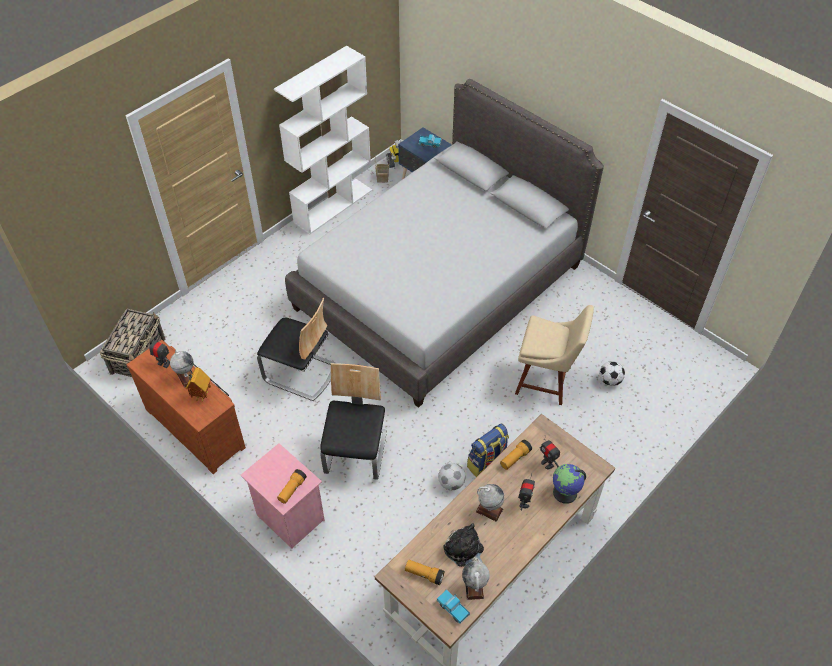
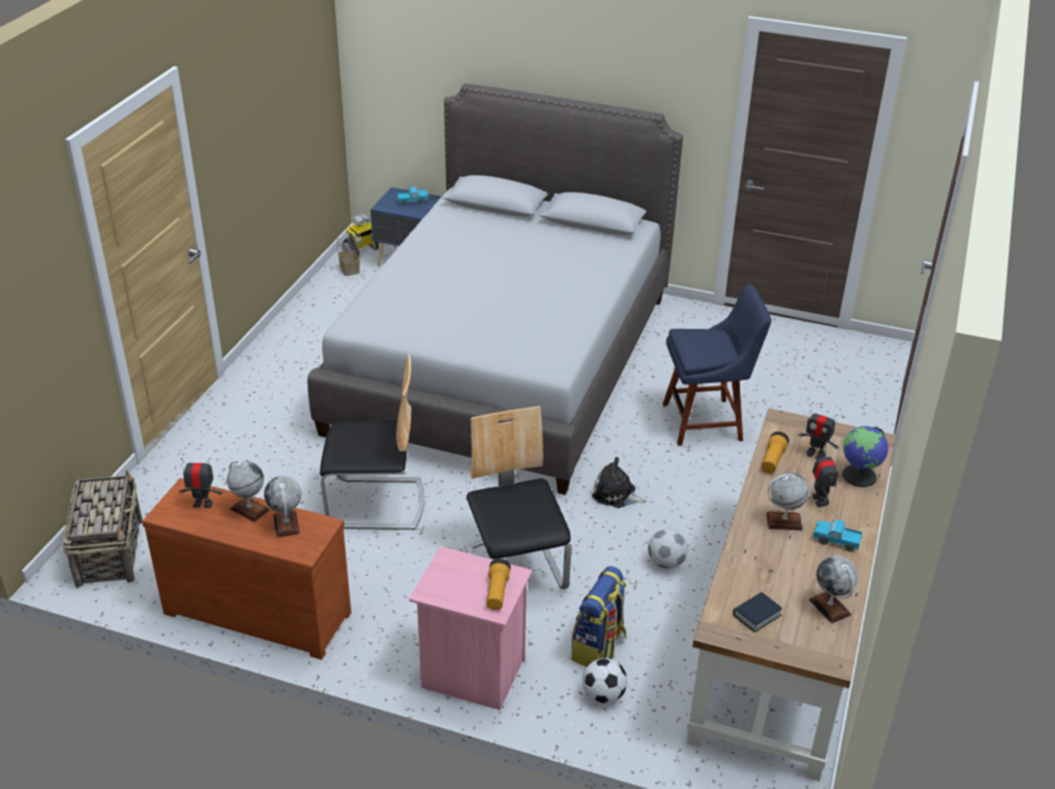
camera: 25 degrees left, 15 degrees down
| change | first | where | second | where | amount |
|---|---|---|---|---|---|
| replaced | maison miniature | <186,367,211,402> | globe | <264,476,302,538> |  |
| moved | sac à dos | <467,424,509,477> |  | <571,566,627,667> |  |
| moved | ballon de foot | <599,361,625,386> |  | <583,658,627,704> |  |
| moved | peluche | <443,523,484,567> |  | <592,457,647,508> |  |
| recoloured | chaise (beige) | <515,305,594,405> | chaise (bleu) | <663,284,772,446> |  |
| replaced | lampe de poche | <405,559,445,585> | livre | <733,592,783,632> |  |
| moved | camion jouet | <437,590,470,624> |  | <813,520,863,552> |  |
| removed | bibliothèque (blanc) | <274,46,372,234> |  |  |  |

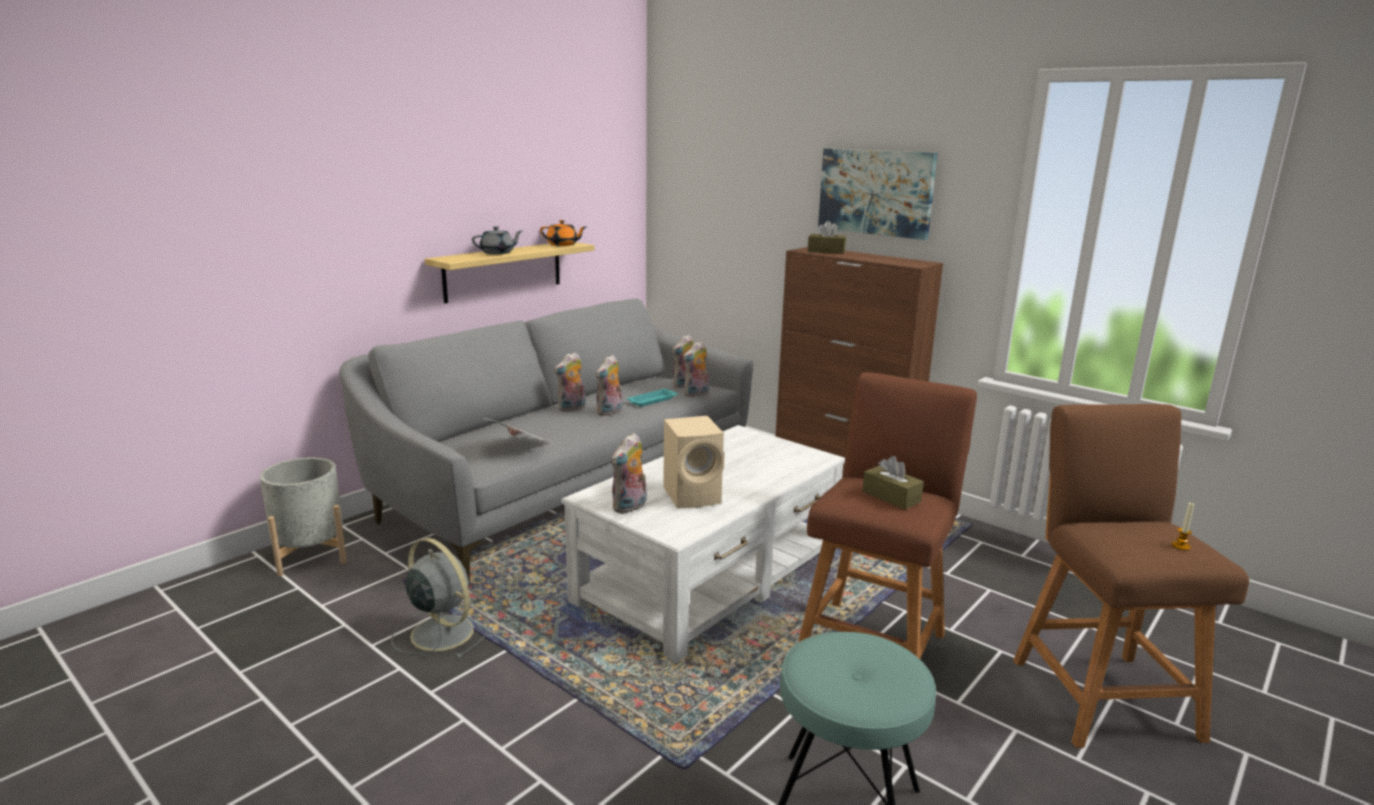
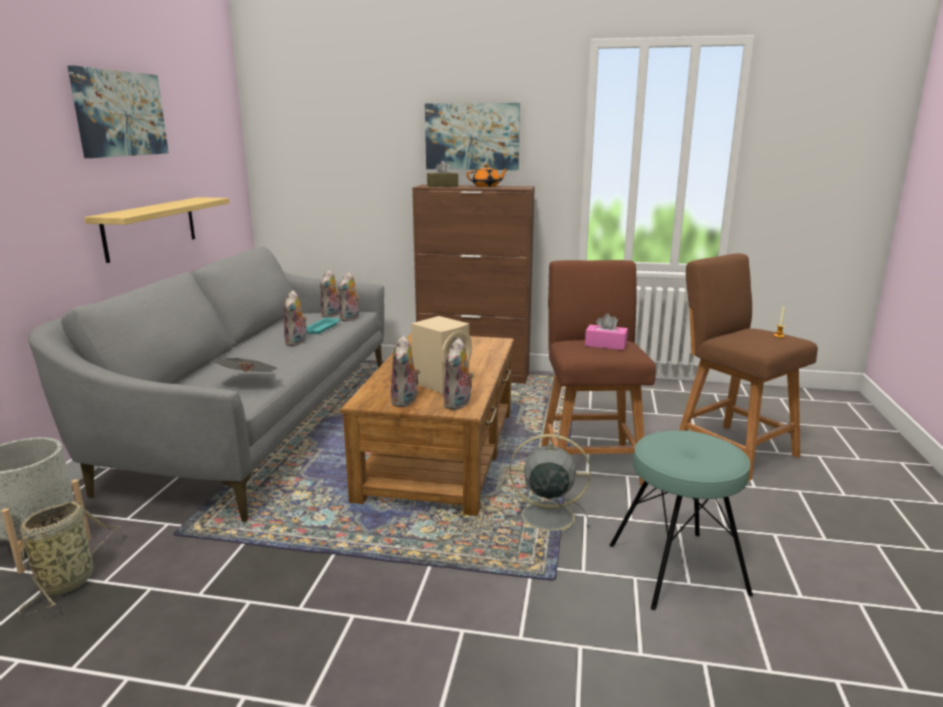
camera: 30 degrees left, 0 degrees up
| change | first | where | second | where | amount |
|---|---|---|---|---|---|
| added |  |  | panier | <18,501,121,614> |  |
| added |  |  | tableau | <68,66,169,158> |  |
| recoloured | table basse (blanc) | <561,425,845,662> | table basse (marron) | <340,334,514,516> |  |
| moved | peluche | <554,352,585,412> |  | <443,338,474,410> |  |
| moved | théière (orange) | <540,220,586,246> |  | <466,164,507,187> |  |
| moved | ventilateur (gris) | <391,538,488,659> |  | <508,434,591,538> |  |
| recoloured | boîte à mouchoirs (marron) | <862,456,924,510> | boîte à mouchoirs (rose) | <585,314,628,350> |  |
| removed | théière (gris) | <472,226,522,254> |  |  |  |

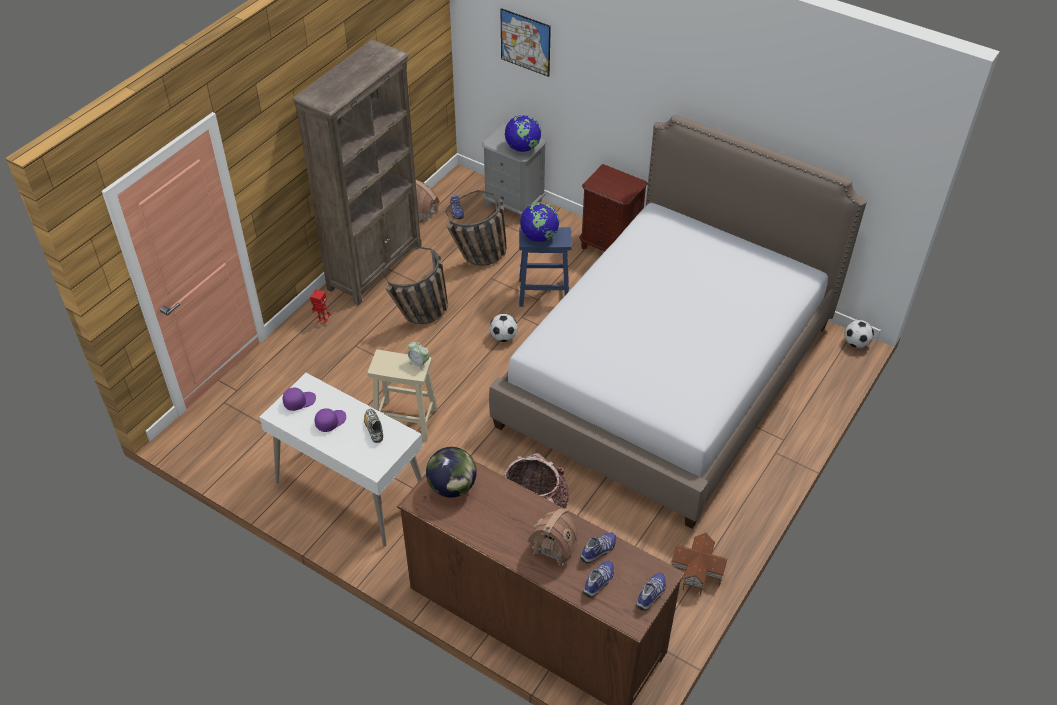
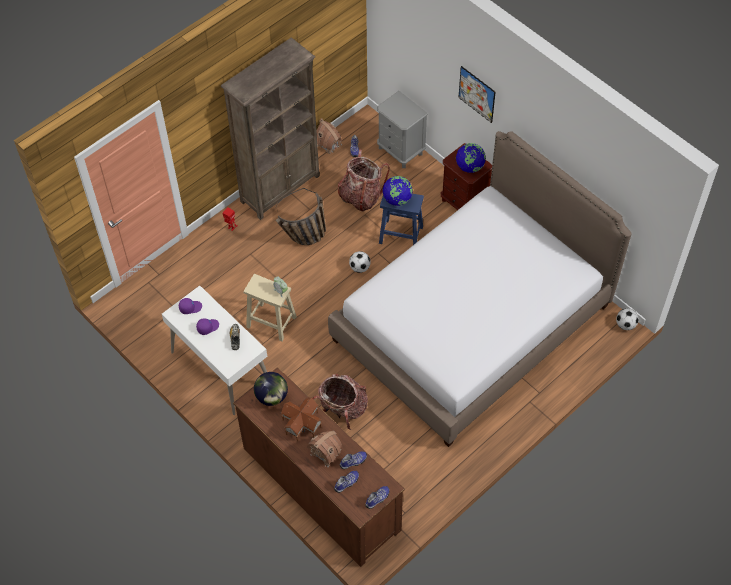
camera: 15 degrees right, 10 degrees up
| change | first | where | second | where | amount |
|---|---|---|---|---|---|
| moved | maison miniature | <671,533,728,595> |  | <281,397,322,441> |  |
| replaced | panier | <446,190,507,266> | sac à dos | <338,149,390,211> |  |
| moved | globe | <505,115,541,152> |  | <456,143,486,173> |  |
| moved | tableau | <501,8,551,77> |  | <458,66,496,123> |  |

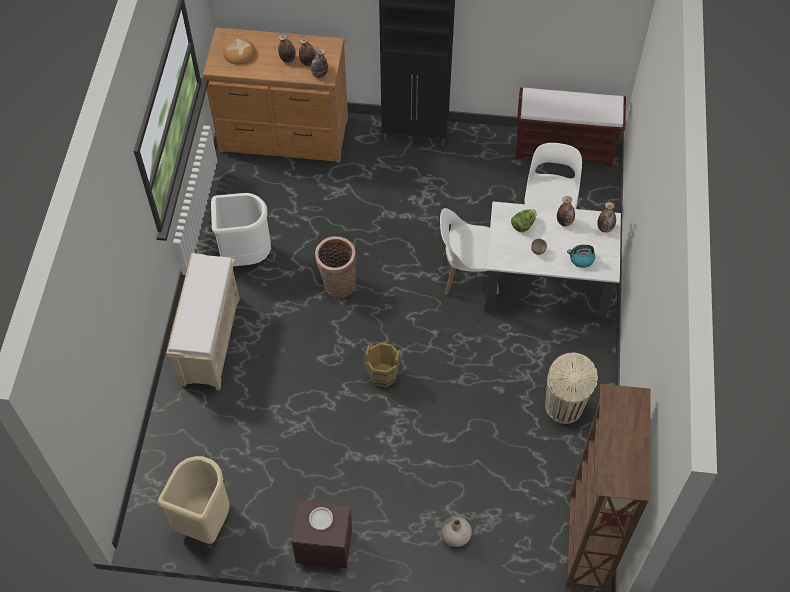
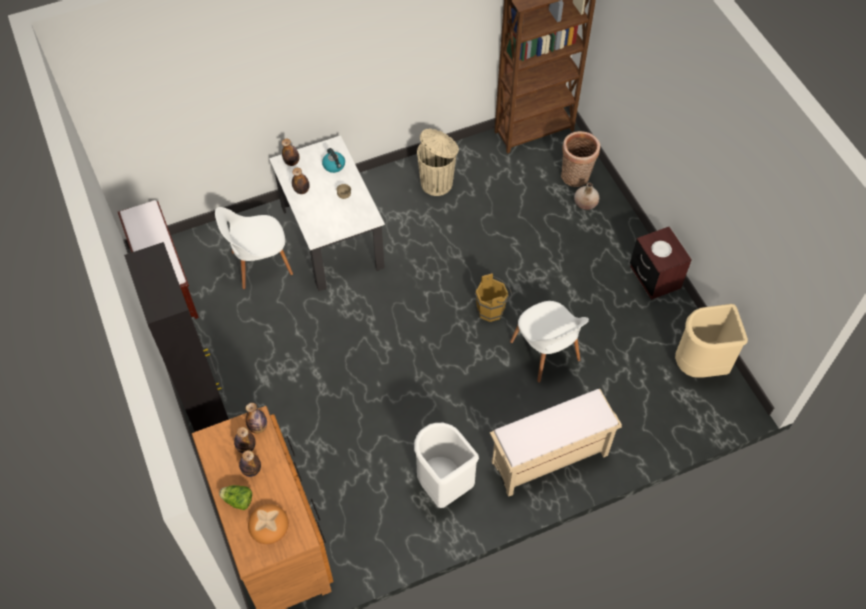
camera: 120 degrees left, 0 degrees up
| change | first | where | second | where | amount |
|---|---|---|---|---|---|
| moved | laitue | <511,209,537,232> |  | <219,485,252,510> |  |
| moved | chaise (blanc) | <440,208,499,295> |  | <510,301,589,383> |  |
| moved | panier | <315,236,356,298> |  | <561,131,600,187> |  |

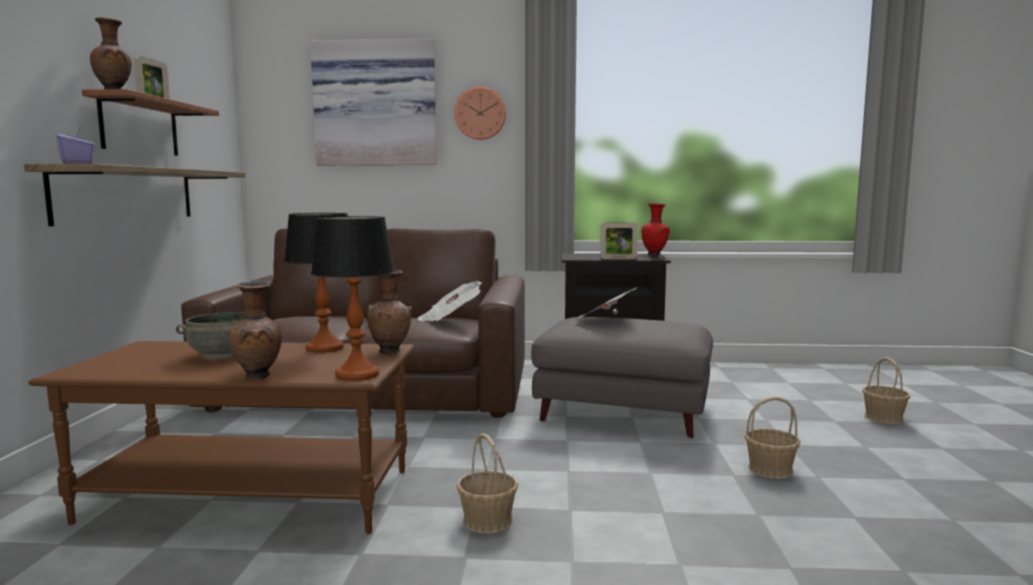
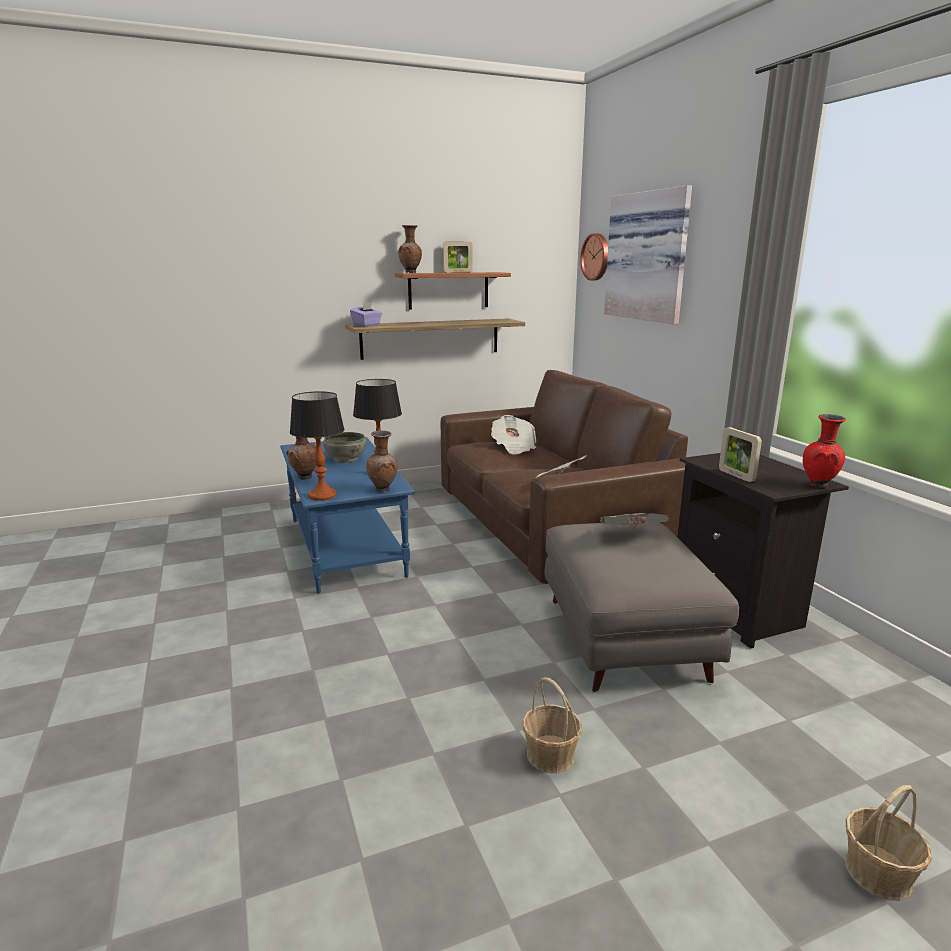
camera: 65 degrees right, 10 degrees up
| change | first | where | second | where | amount |
|---|---|---|---|---|---|
| recoloured | table basse (marron) | <29,341,415,534> | table basse (bleu) | <280,437,415,593> |  |
| added |  |  | journal | <491,415,536,455> |  |
| moved | horloge murale | <455,87,506,140> |  | <580,233,608,281> |  |
| removed | panier | <457,433,518,534> |  |  |  |

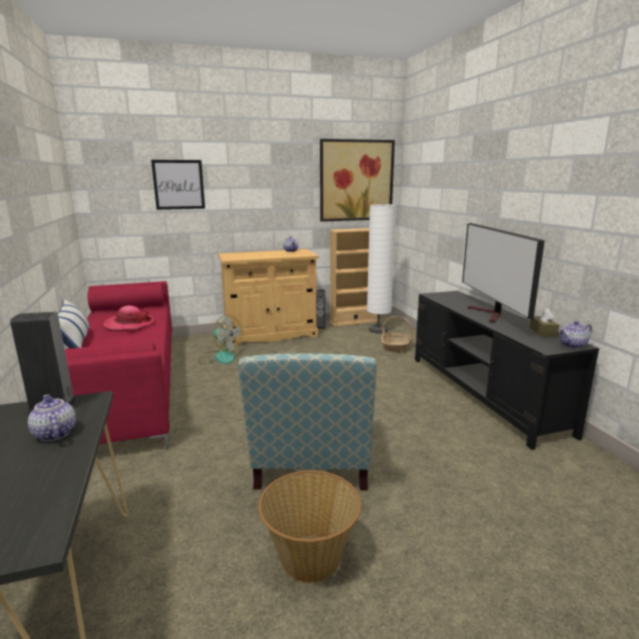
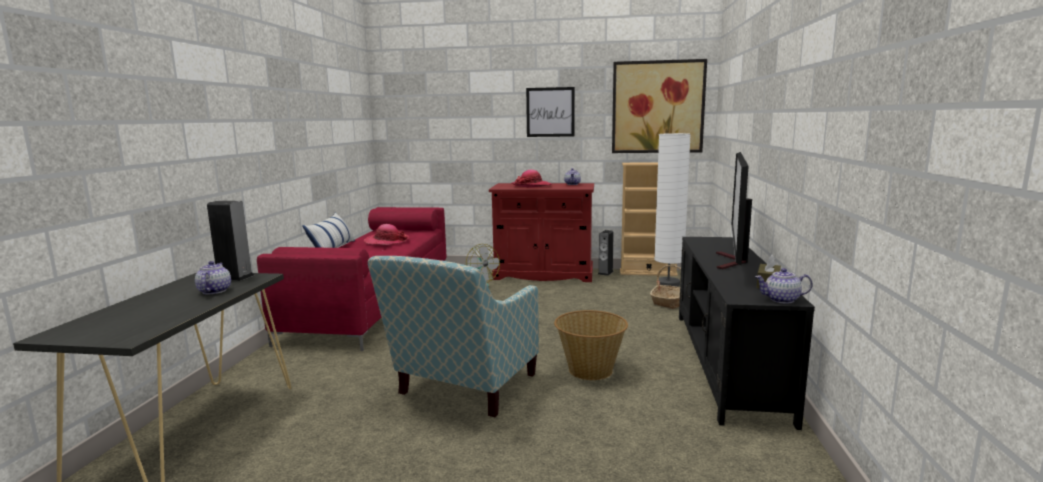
camera: 25 degrees right, 5 degrees down
| change | first | where | second | where | amount |
|---|---|---|---|---|---|
| recoloured | meuble de rangement (beige) | <218,249,319,346> | meuble de rangement (rouge) | <489,183,594,282> |  |
| added |  |  | chapeau | <512,170,552,188> |  |
| moved | tableau | <151,160,205,210> |  | <526,87,575,137> |  |
| moved | panier | <258,470,361,583> |  | <554,310,628,380> |  |

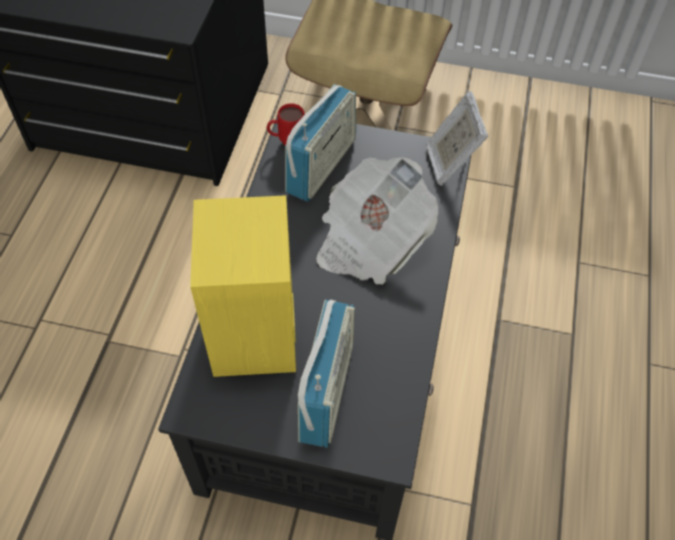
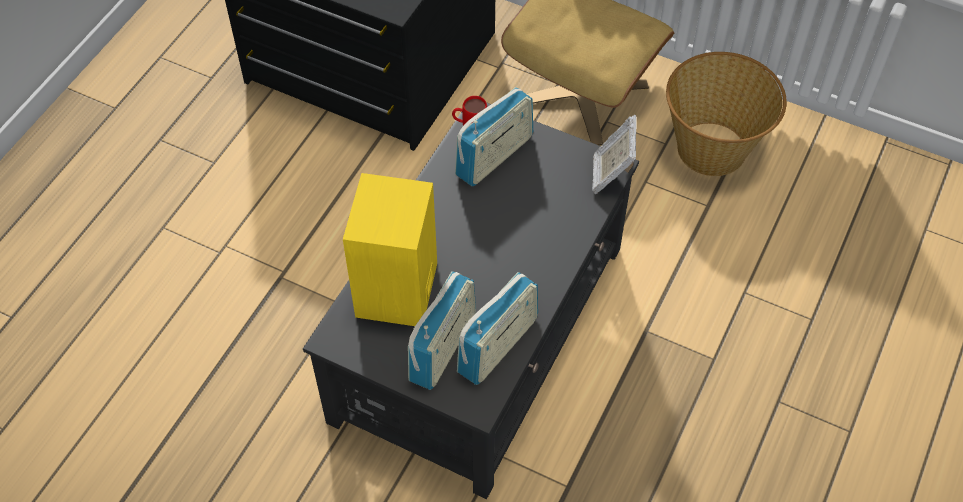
camera: 15 degrees right, 0 degrees up
| change | first | where | second | where | amount |
|---|---|---|---|---|---|
| added |  |  | radio | <457,272,538,385> |  |
| added |  |  | panier | <666,52,787,176> |  |
| removed | journal | <316,157,438,285> |  |  |  |

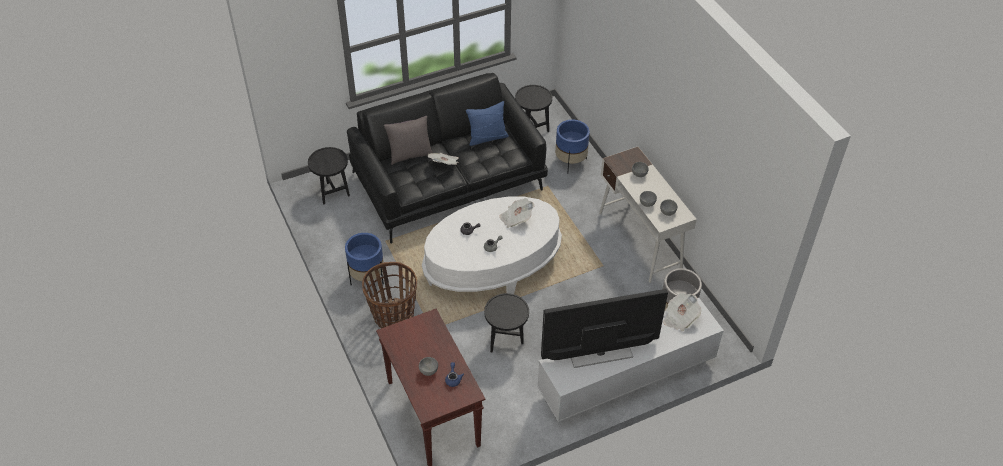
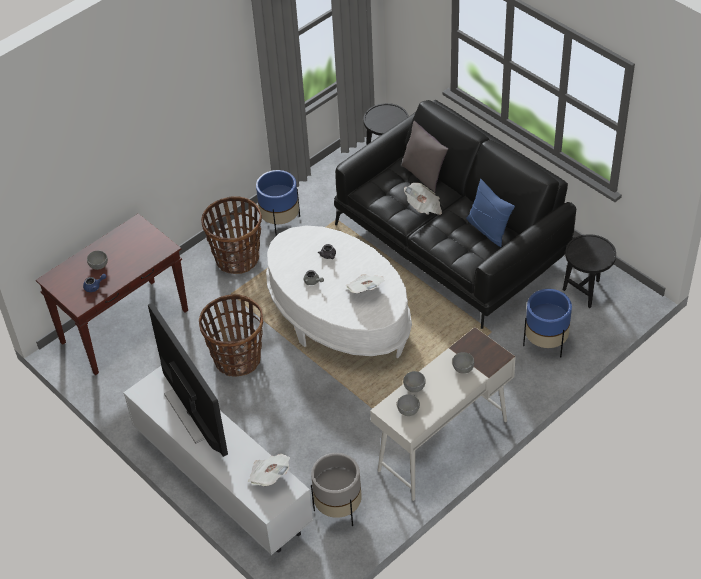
camera: 75 degrees right, 0 degrees up
| change | first | where | second | where | amount |
|---|---|---|---|---|---|
| replaced | table d'appoint (noir) | <484,293,529,353> | panier | <199,294,263,377> |  |

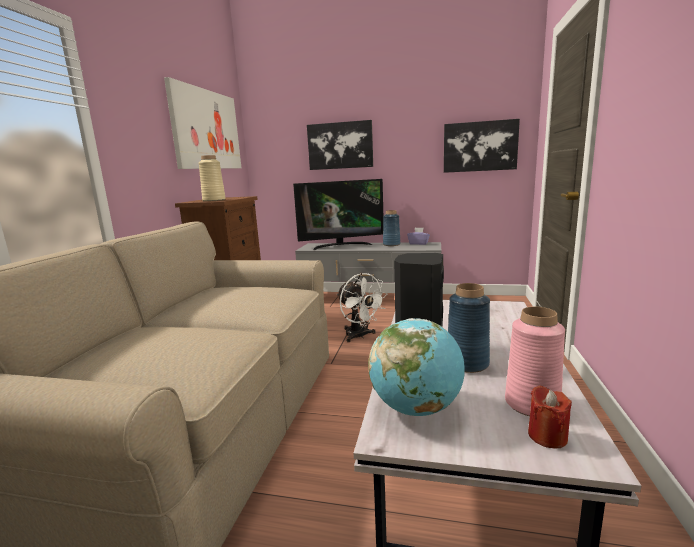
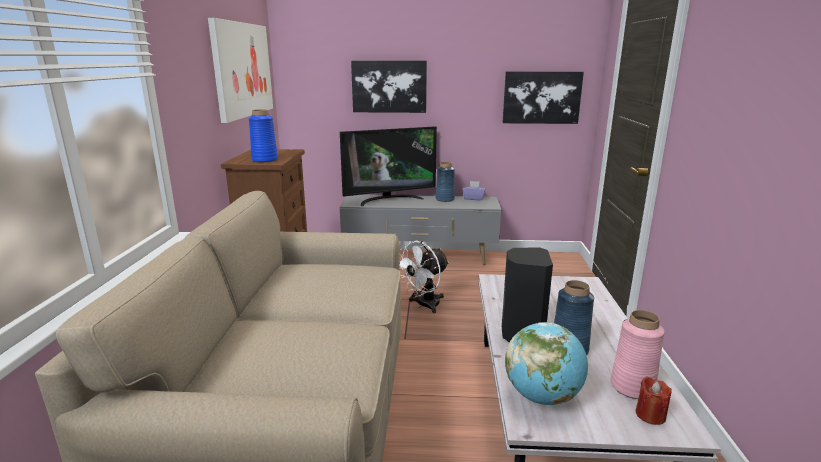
camera: 10 degrees left, 5 degrees up
| change | first | where | second | where | amount |
|---|---|---|---|---|---|
| recoloured | vase (beige) | <199,155,226,202> | vase (bleu) | <249,109,278,163> |  |
| turned | ventilateur (blanc) | <337,273,388,342> |  | <399,241,449,313> | 90 degrees clockwise |

